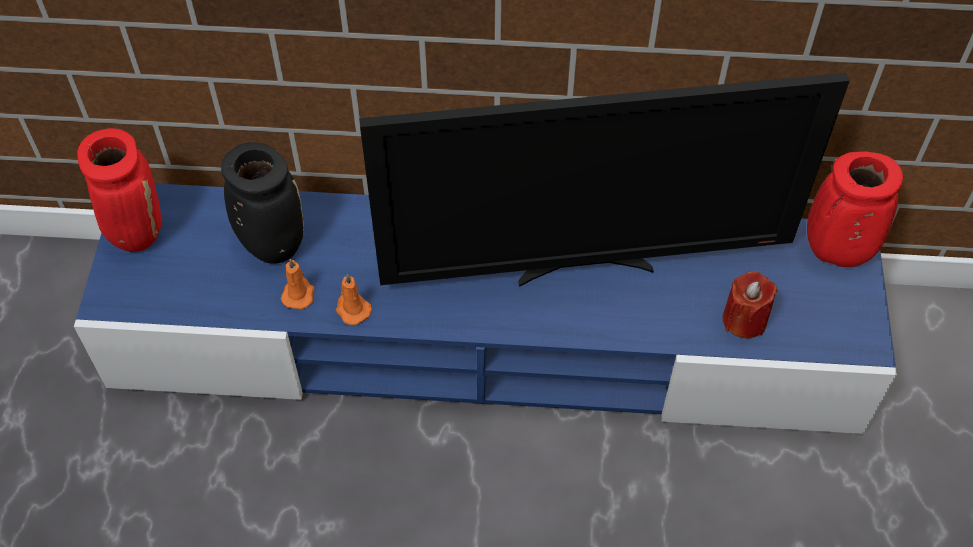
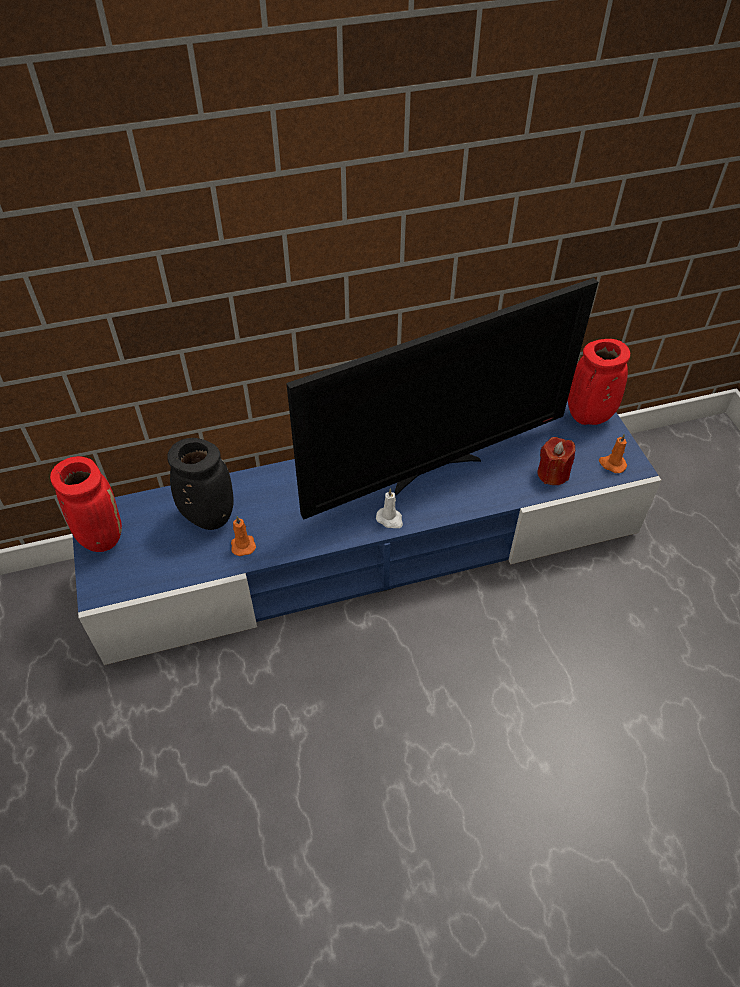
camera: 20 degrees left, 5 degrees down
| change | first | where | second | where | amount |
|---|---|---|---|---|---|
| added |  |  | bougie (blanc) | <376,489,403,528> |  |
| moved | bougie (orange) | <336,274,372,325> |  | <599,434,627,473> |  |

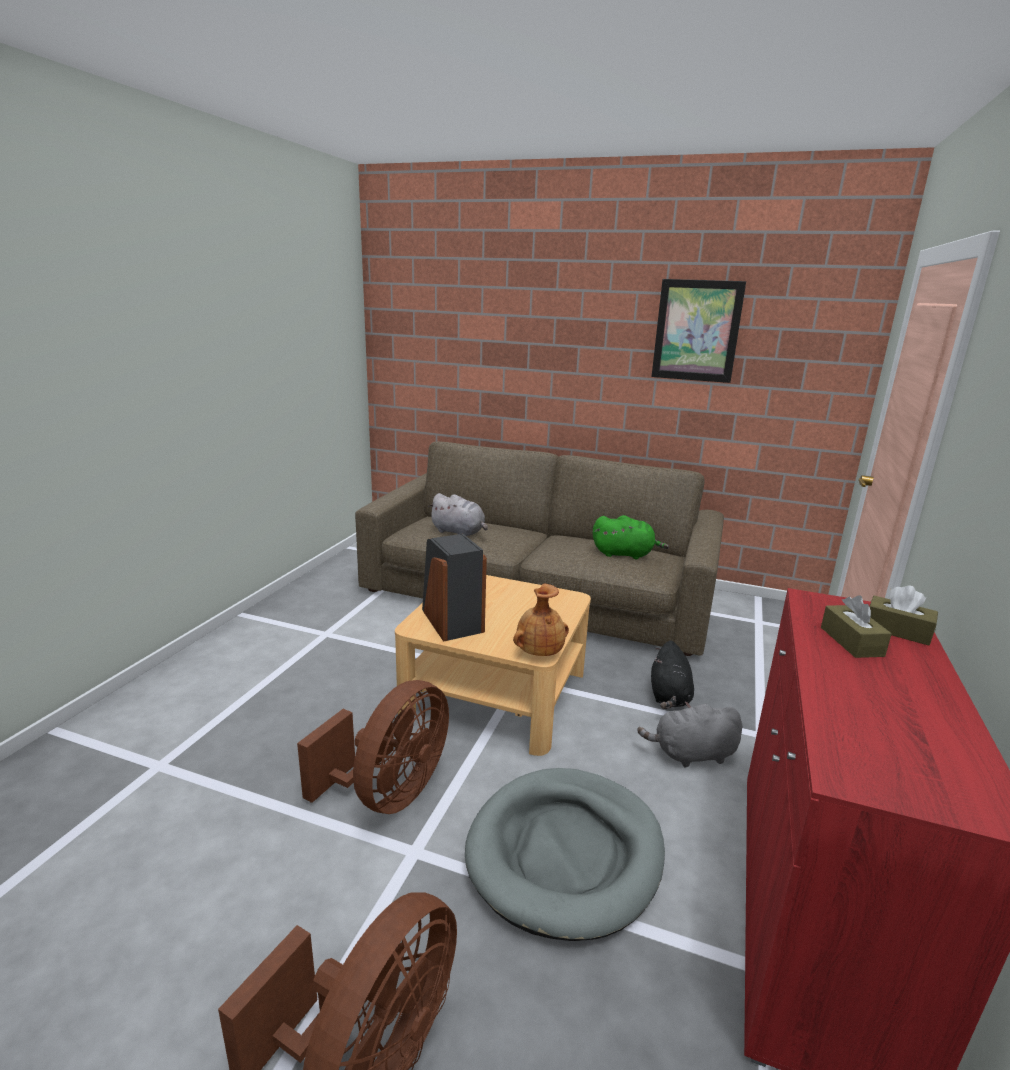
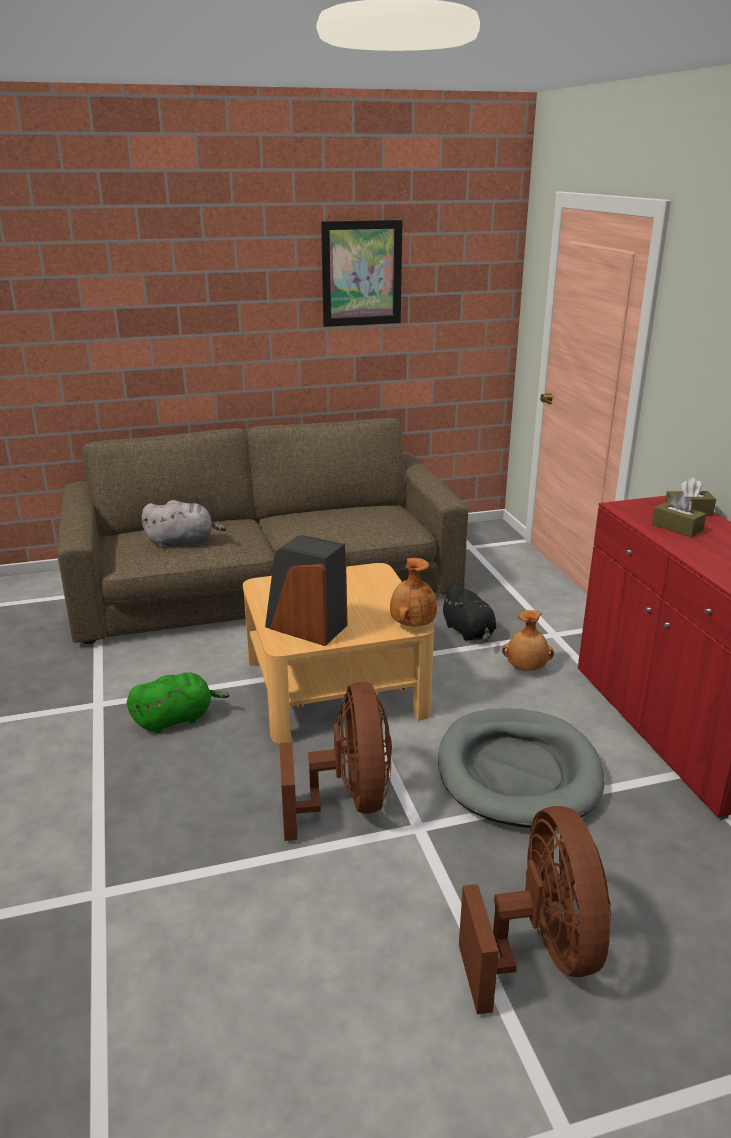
camera: 35 degrees left, 5 degrees up
| change | first | where | second | where | amount |
|---|---|---|---|---|---|
| moved | peluche (vert) | <593,515,669,560> |  | <127,672,229,733> |  |
| replaced | peluche (gris) | <637,702,743,768> | vase (marron) | <502,610,554,671> |  |

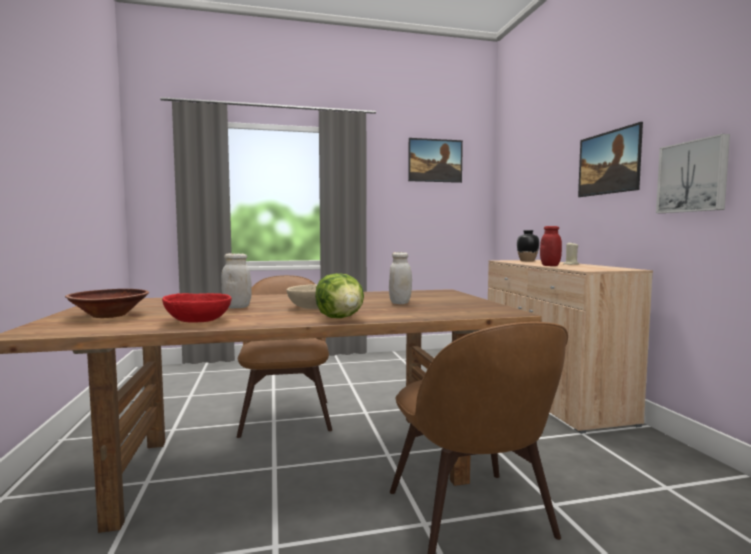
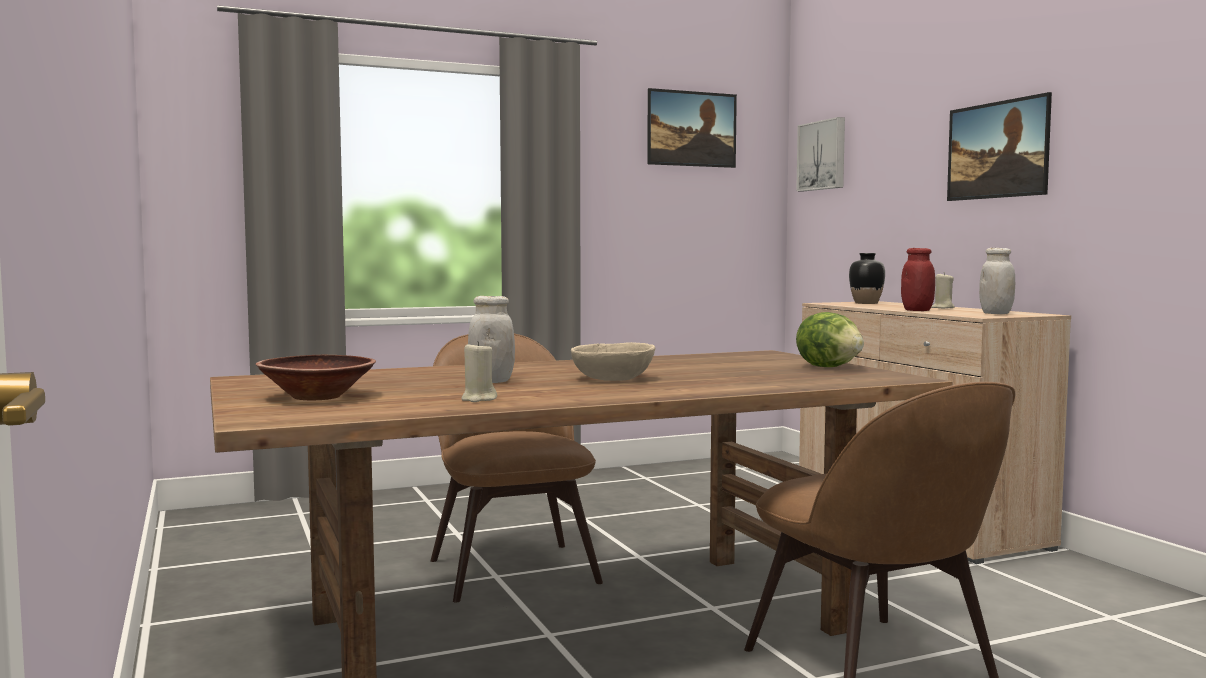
camera: 10 degrees left, 0 degrees up
| change | first | where | second | where | amount |
|---|---|---|---|---|---|
| replaced | bol (rouge) | <162,293,232,323> | bougie (beige) | <461,341,497,402> |  |
| moved | tableau | <656,134,730,213> |  | <796,117,845,191> |  |
| moved | laitue | <315,273,364,318> |  | <796,312,864,367> |  |
| moved | bocal (blanc) | <389,252,412,304> |  | <979,248,1015,314> |  |

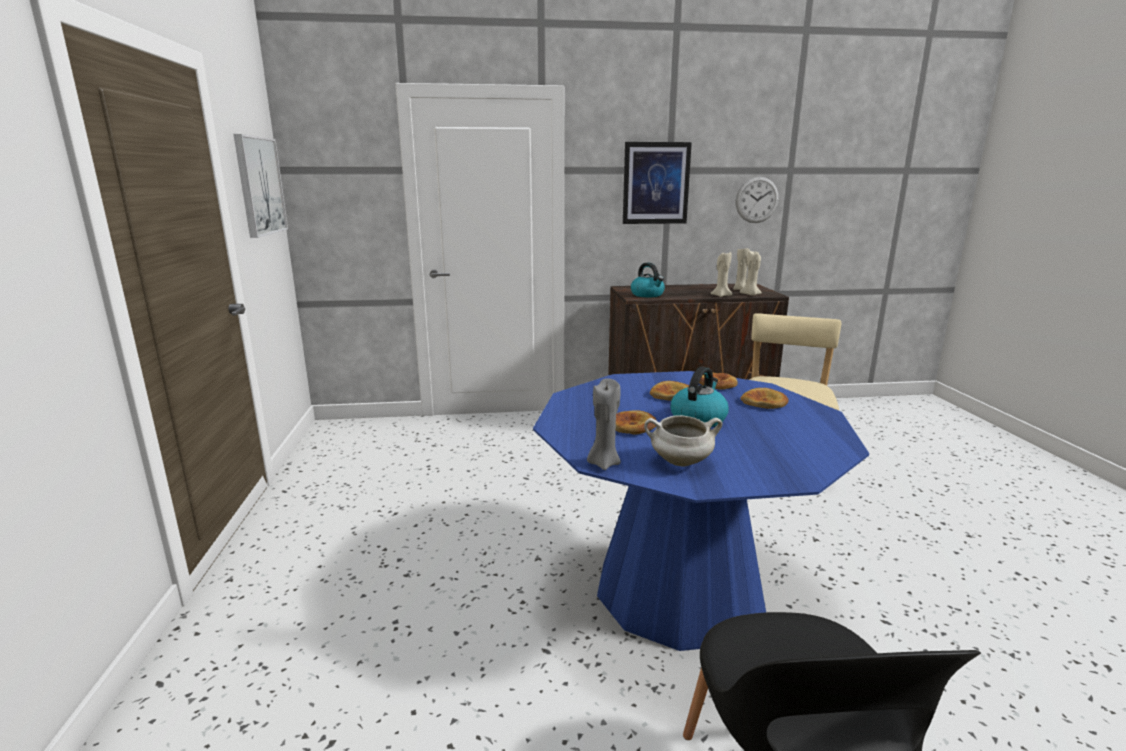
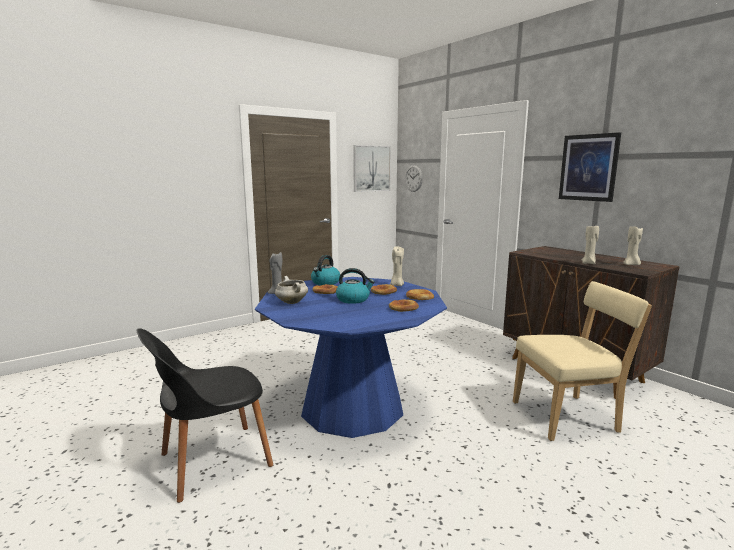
camera: 60 degrees right, 5 degrees down
| change | first | where | second | where | amount |
|---|---|---|---|---|---|
| moved | bouilloire | <631,263,665,297> |  | <311,255,340,285> |  |
| moved | bougie (beige) | <740,251,762,295> |  | <390,246,404,286> |  |
| moved | horloge murale | <736,177,779,223> |  | <405,165,423,192> |  |

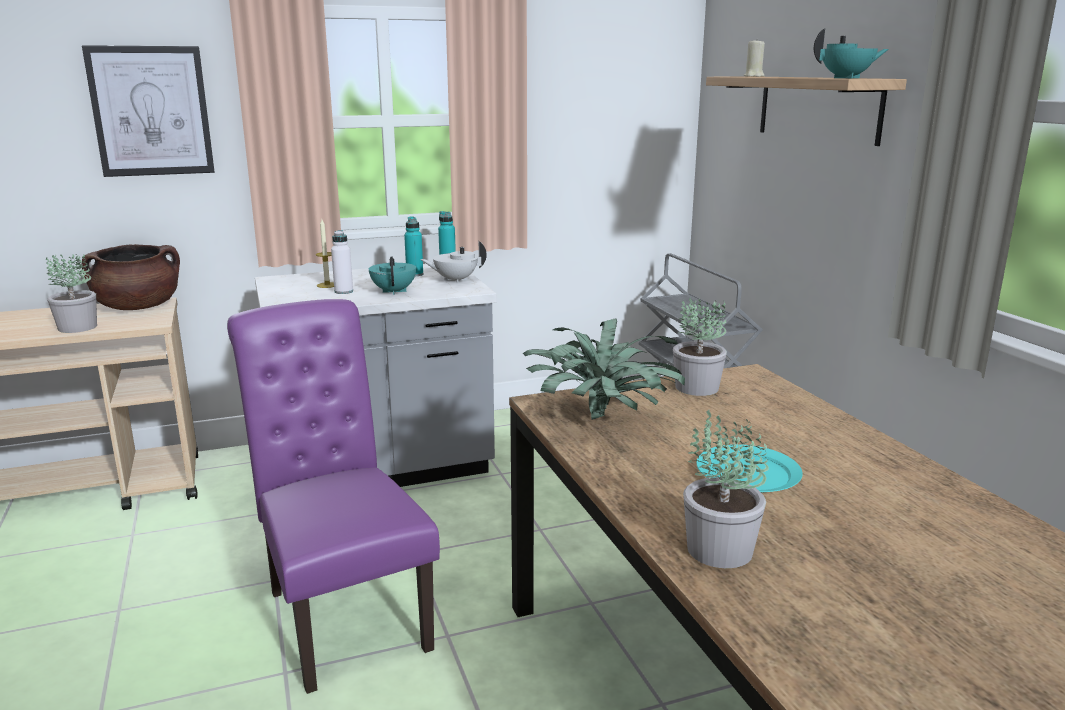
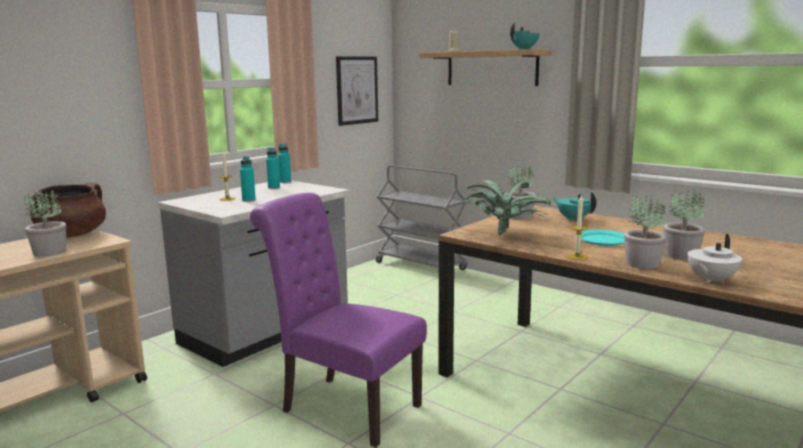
camera: 30 degrees left, 5 degrees down
| change | first | where | second | where | amount |
|---|---|---|---|---|---|
| recoloured | bouteille (blanc) | <331,230,353,294> | bouteille (turquoise) | <240,156,256,202> |  |
| moved | tableau | <82,45,215,177> |  | <336,56,378,126> |  |
| moved | théière (turquoise) | <369,257,416,295> |  | <553,192,597,221> |  |
| added |  |  | bougie | <567,195,588,260> |  |
| added |  |  | plante en pot | <664,190,706,260> |  |
| moved | théière (blanc) | <420,241,487,283> |  | <687,234,742,284> |  |

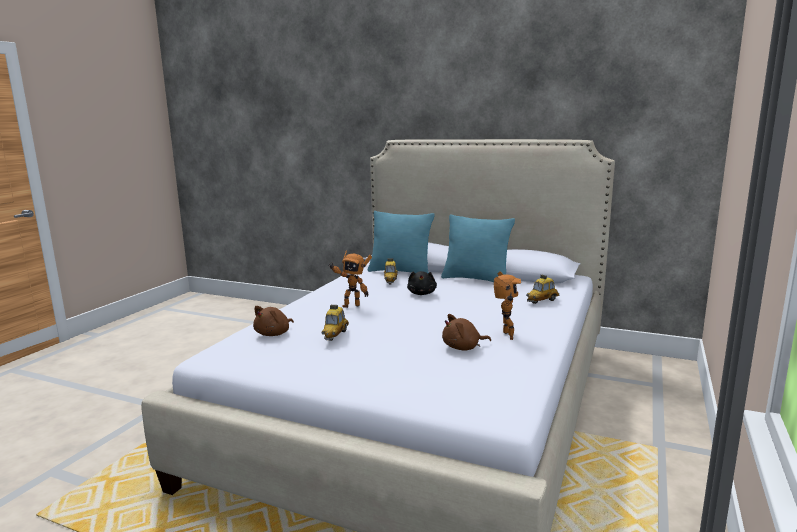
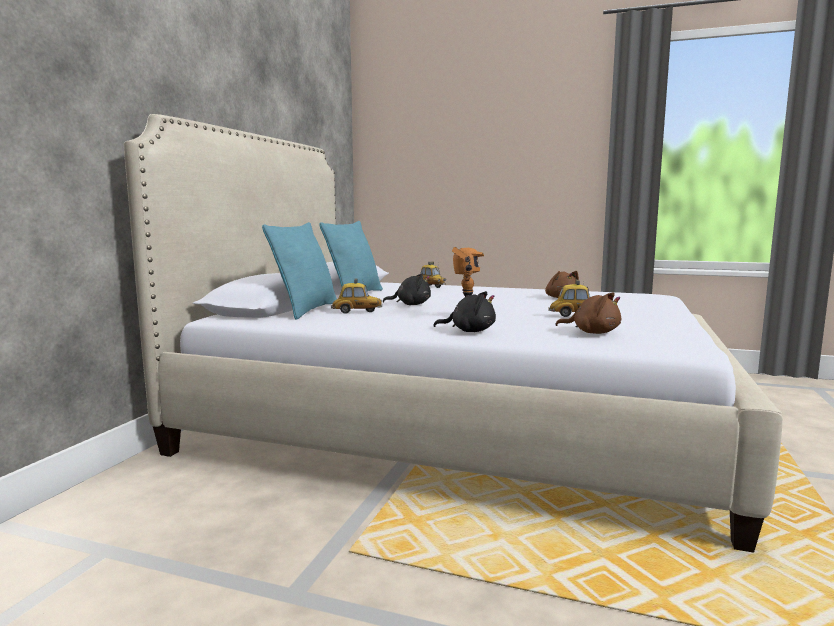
camera: 95 degrees left, 5 degrees down
| change | first | where | second | where | amount |
|---|---|---|---|---|---|
| added |  |  | peluche (noir) | <434,291,496,332> |  |
| removed | robot jouet | <494,271,521,340> |  |  |  |

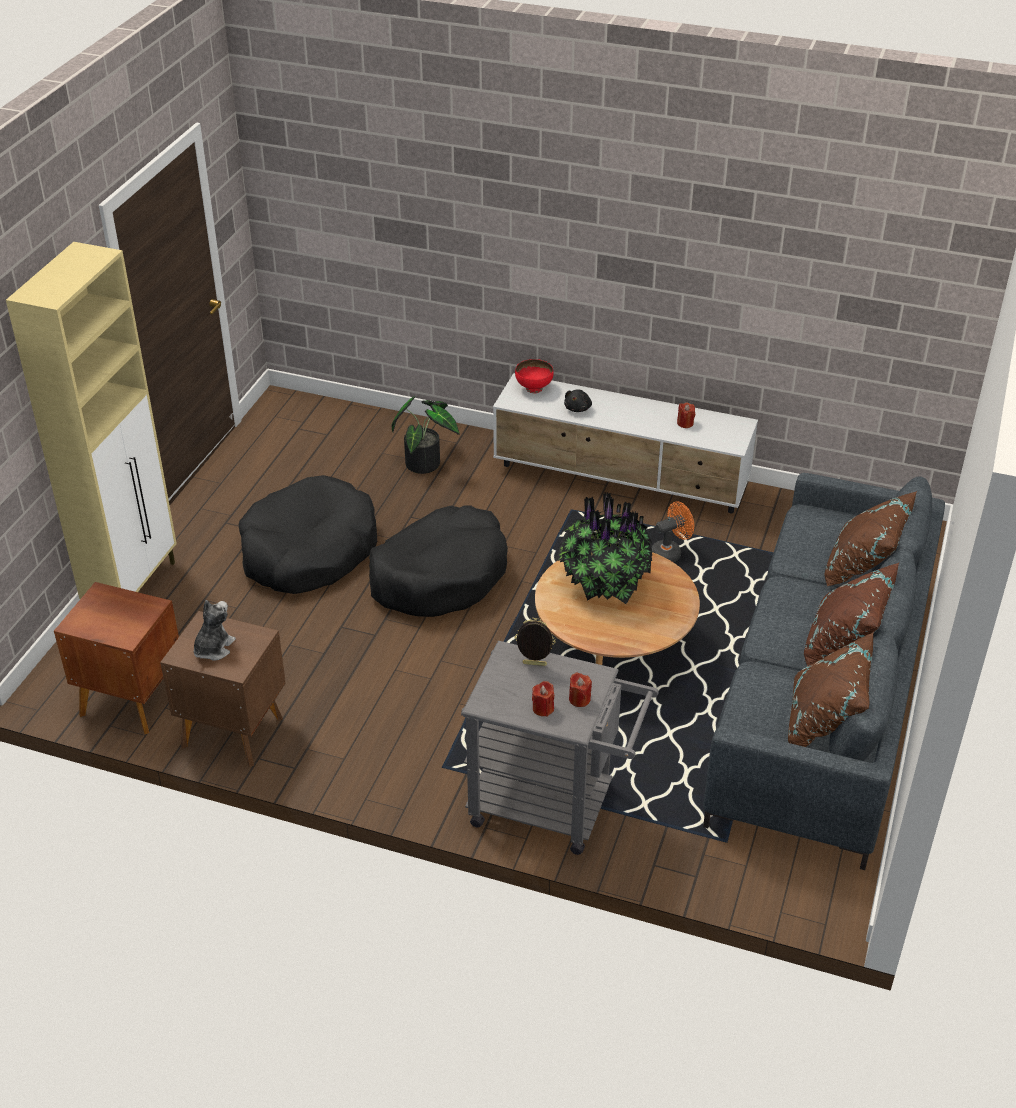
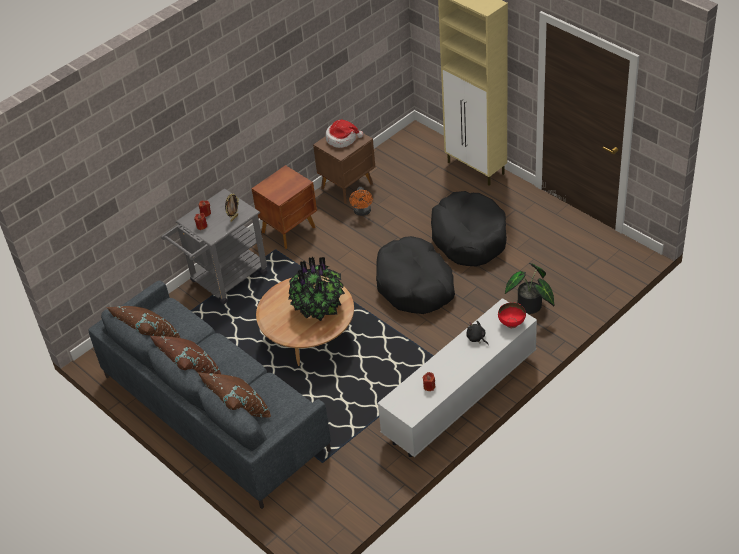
camera: 120 degrees right, 5 degrees up
| change | first | where | second | where | amount |
|---|---|---|---|---|---|
| moved | table de chevet (marron) | <54,582,179,734> |  | <252,165,317,249> |  |
| replaced | peluche | <194,600,236,661> | chapeau | <326,120,363,148> |  |
| moved | ventilateur (orange) | <651,501,694,562> |  | <349,187,373,216> |  |

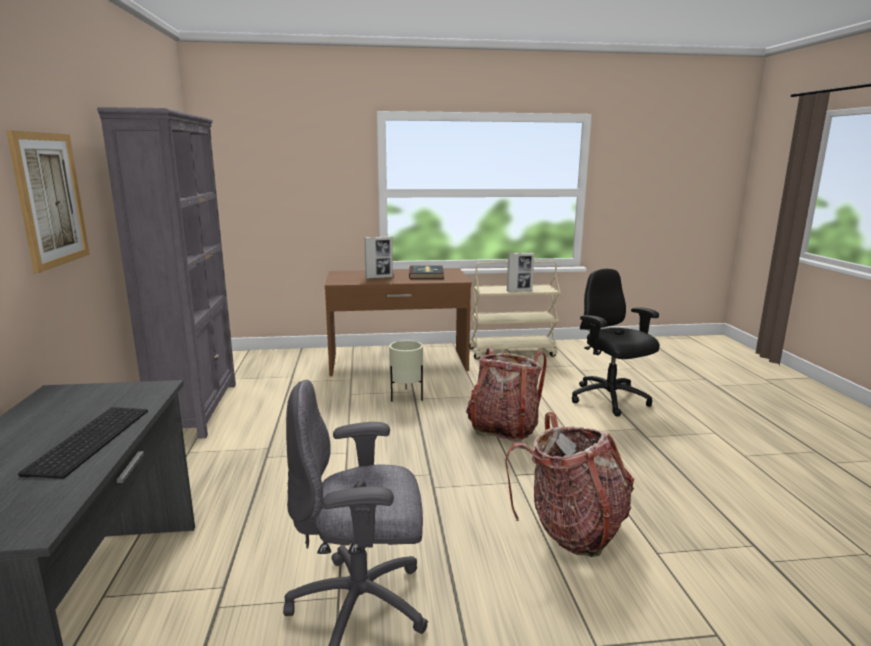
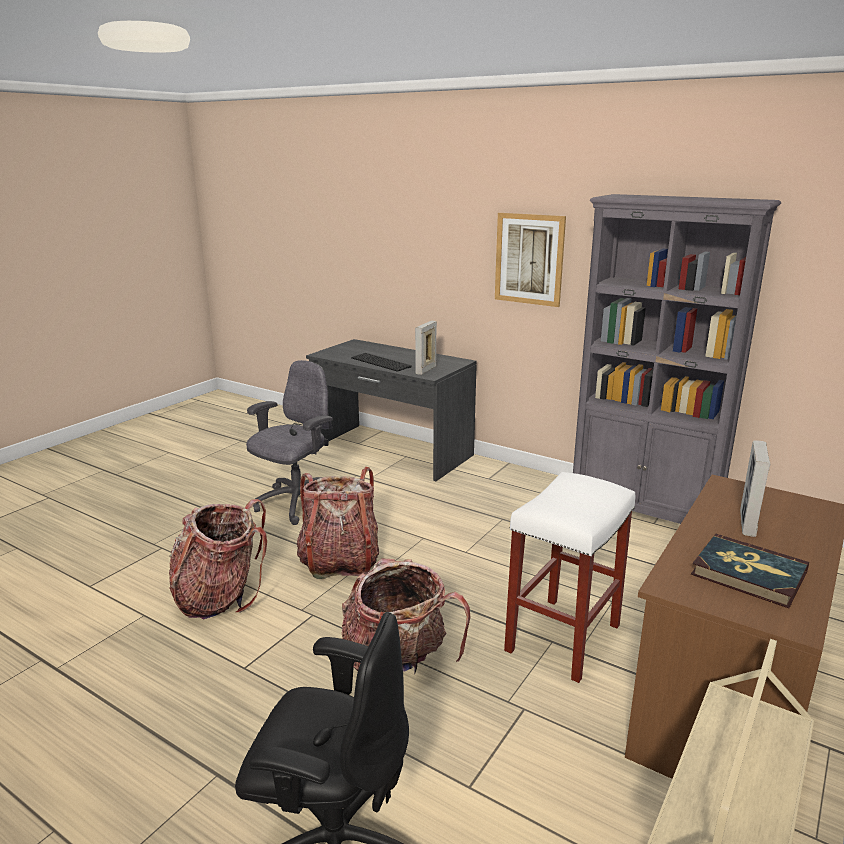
camera: 130 degrees right, 5 degrees up
| change | first | where | second | where | amount |
|---|---|---|---|---|---|
| added |  |  | sac à dos | <297,467,379,579> |  |
| moved | cadre photo | <507,253,534,292> |  | <415,321,437,375> |  |
| replaced | cache-pot (beige) | <389,340,423,402> | tabouret (blanc) | <504,472,635,683> |  |

